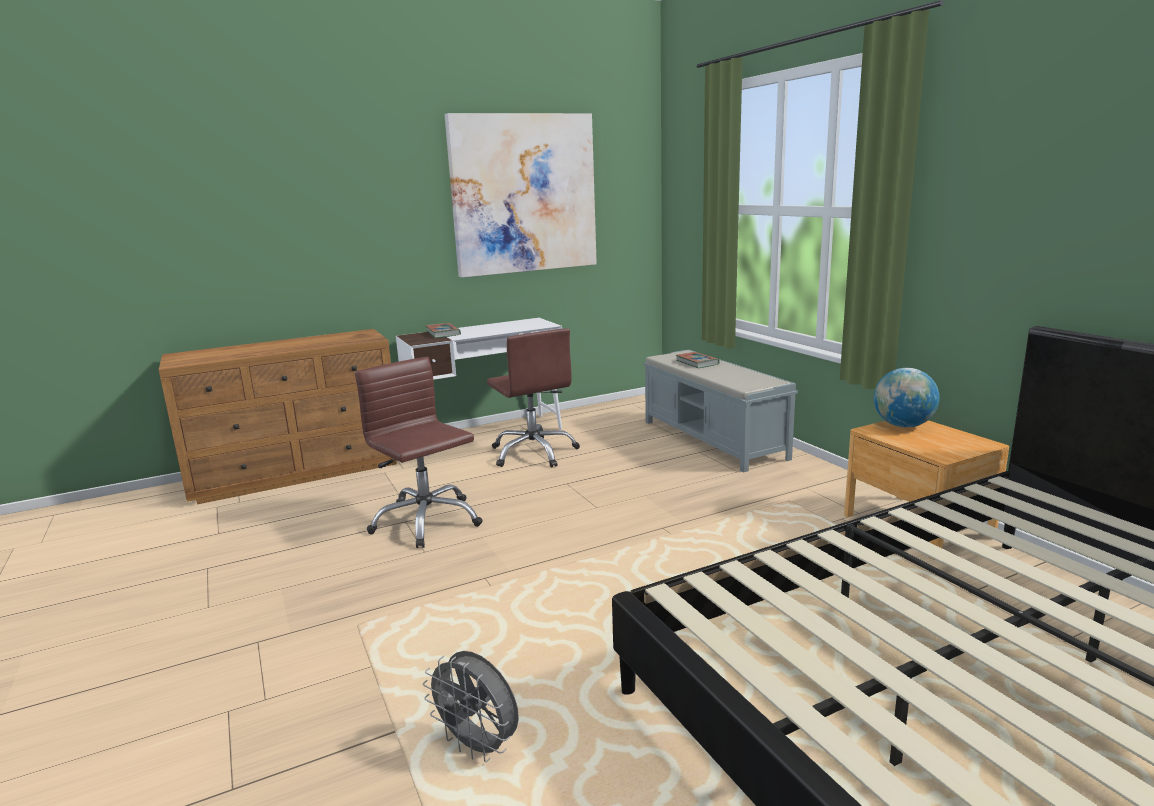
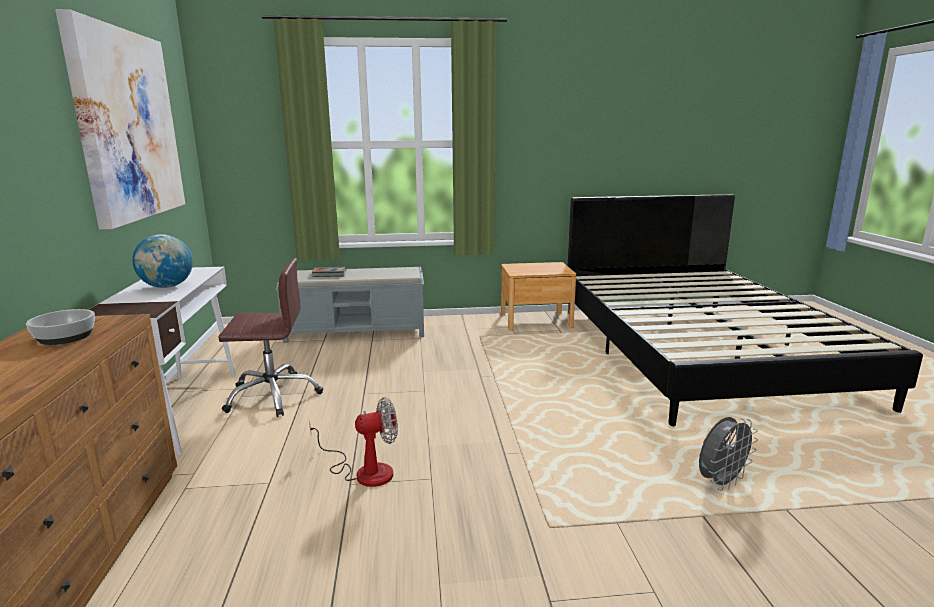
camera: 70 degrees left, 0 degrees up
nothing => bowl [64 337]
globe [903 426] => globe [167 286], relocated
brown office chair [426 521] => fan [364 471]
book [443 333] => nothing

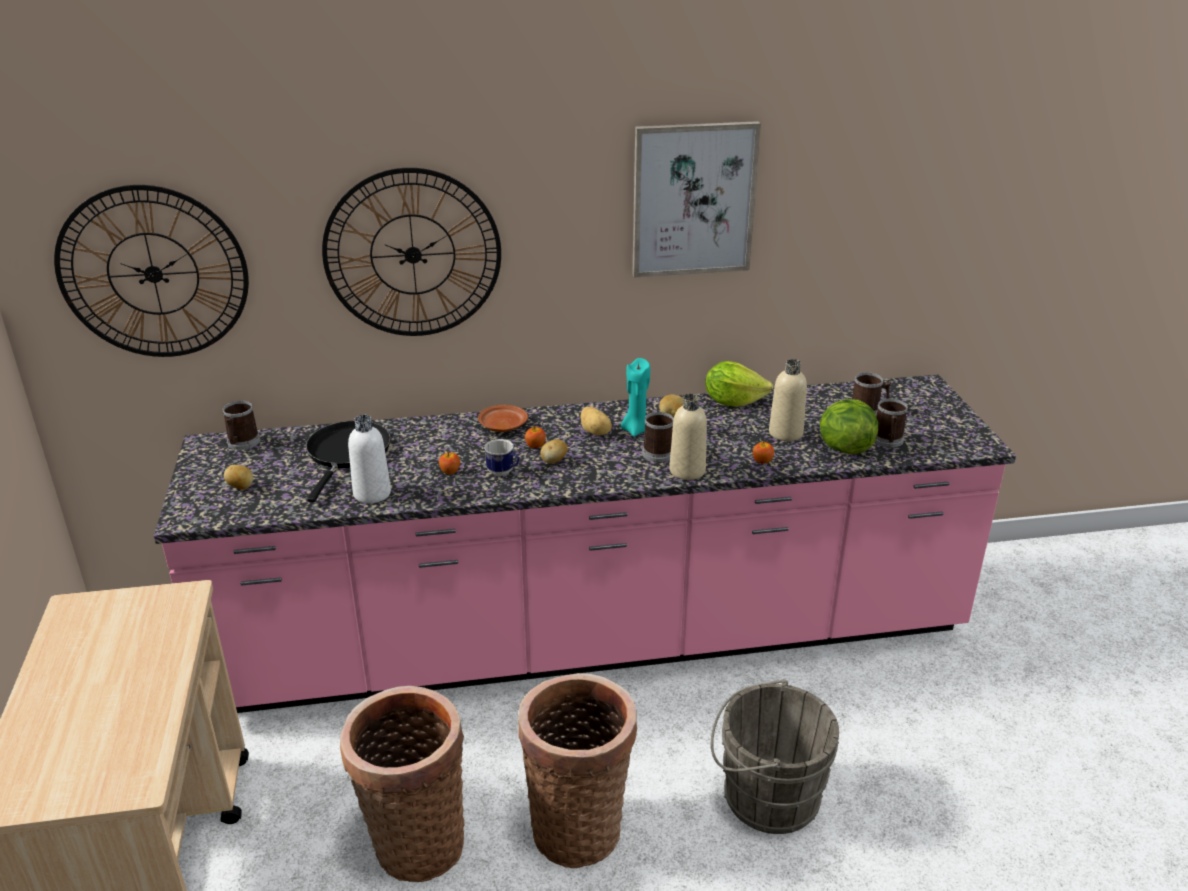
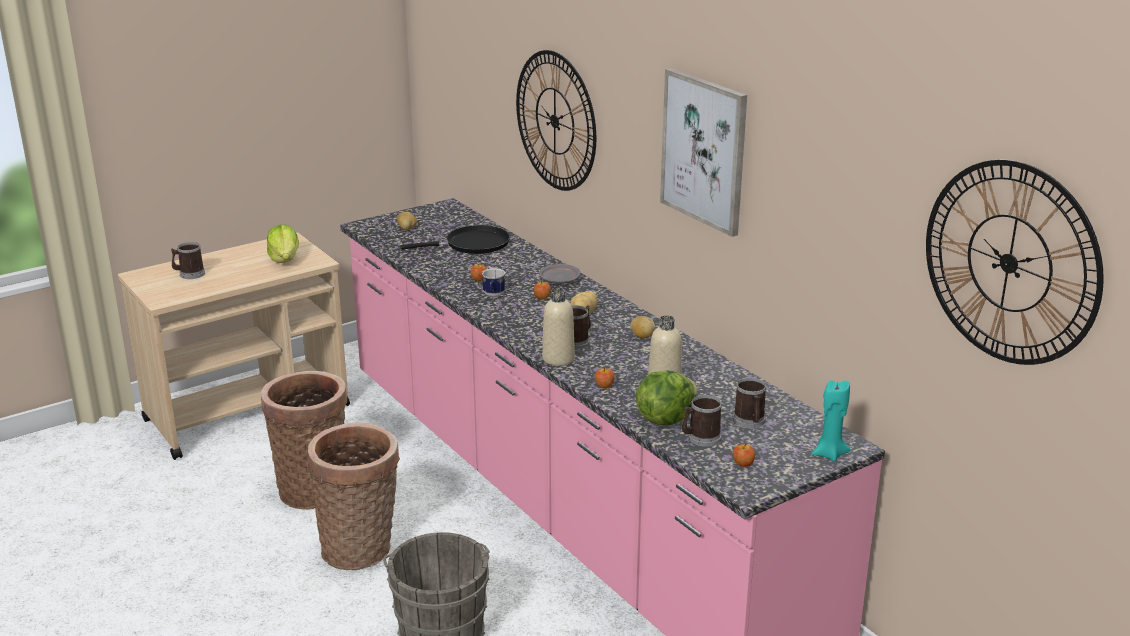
camera: 65 degrees right, 5 degrees down
tea mug [242 443] => tea mug [189 274], relocated
lettuce [733 401] => lettuce [285 259], relocated
brown flat dish [502 426] => grey flat dish [559 280]
nothing => apple [743 464]
turquoise candle [635 430] => turquoise candle [829 454], relocated
clock on the wall [153 273] => clock on the wall [1009 263], relocated
white drink bottle [372 493] => nothing
spud [553 461] => nothing

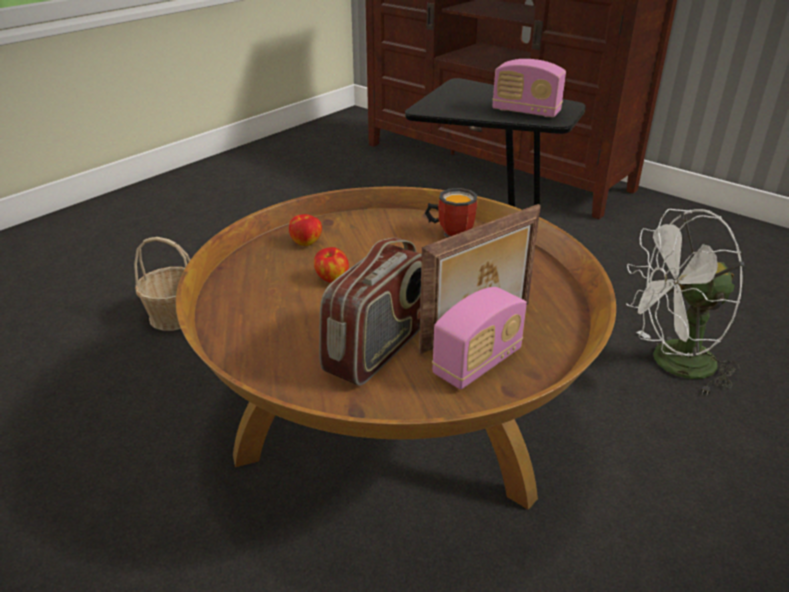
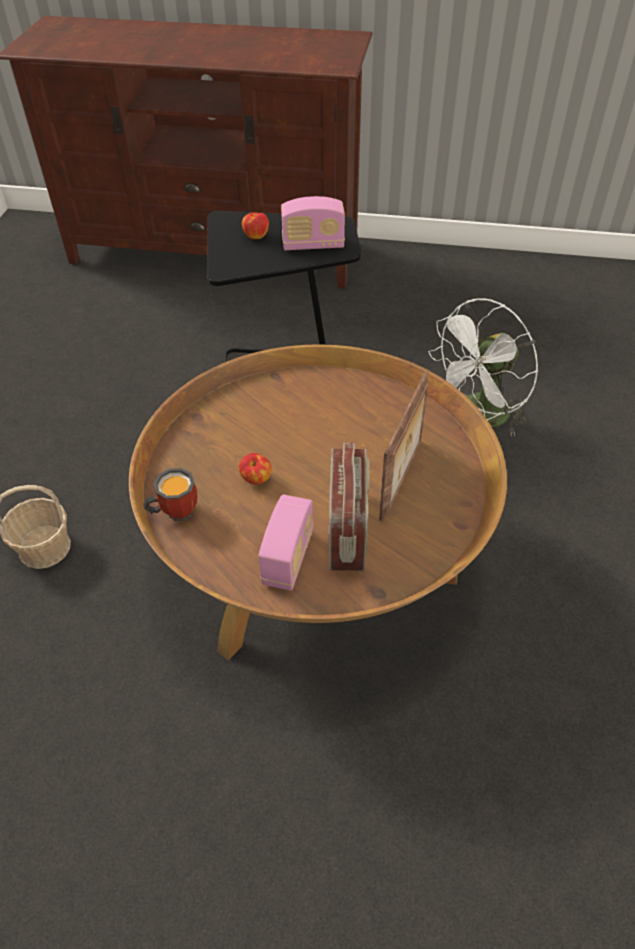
camera: 30 degrees left, 15 degrees up
tea mug [451 232] => tea mug [174 511], relocated
apple [306 242] => apple [256 236], relocated
radio [477 363] => radio [288 558], relocated

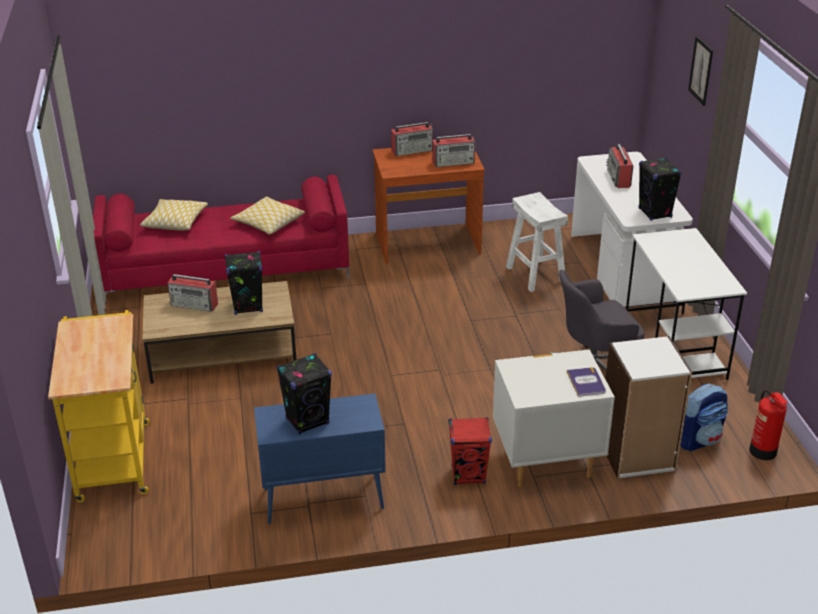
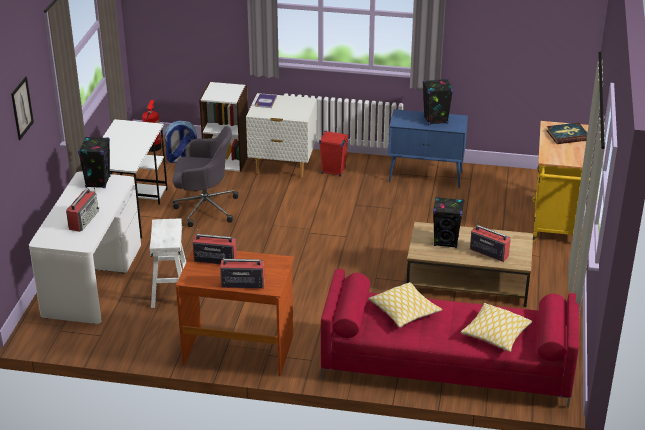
camera: 160 degrees left, 0 degrees up
nothing => book [567 135]

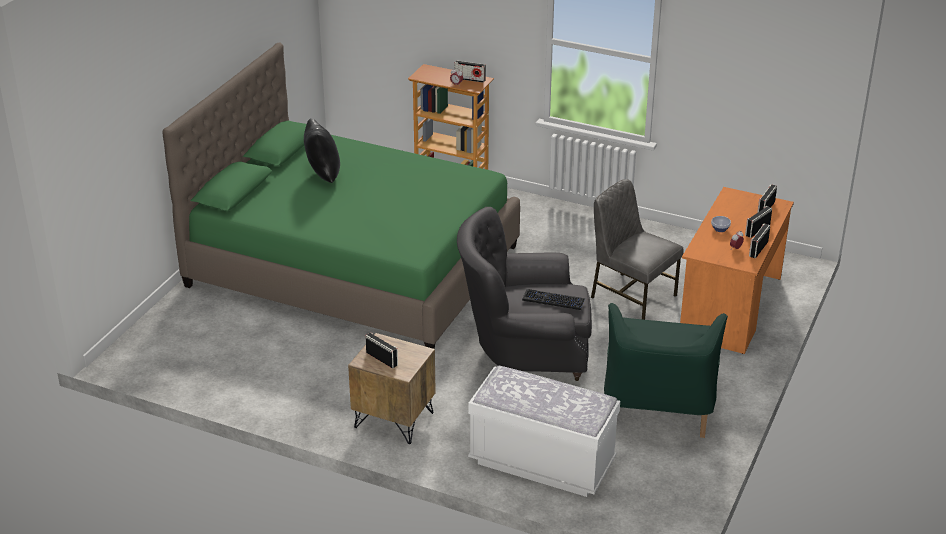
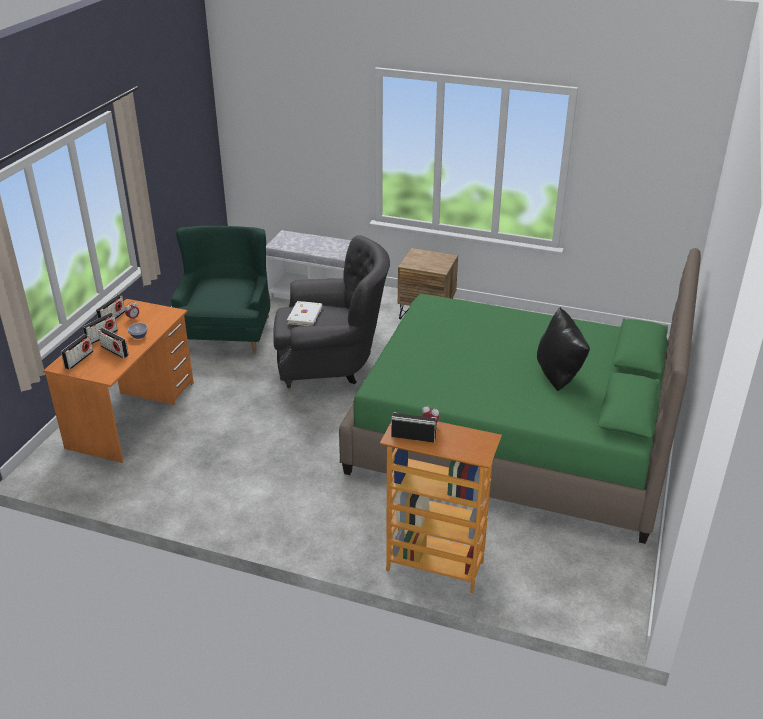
camera: 175 degrees right, 0 degrees up
radio [382 359] => radio [114 351], relocated
computer keyboard [553 300] => white book [306 315]
grey chair [632 296] => nothing

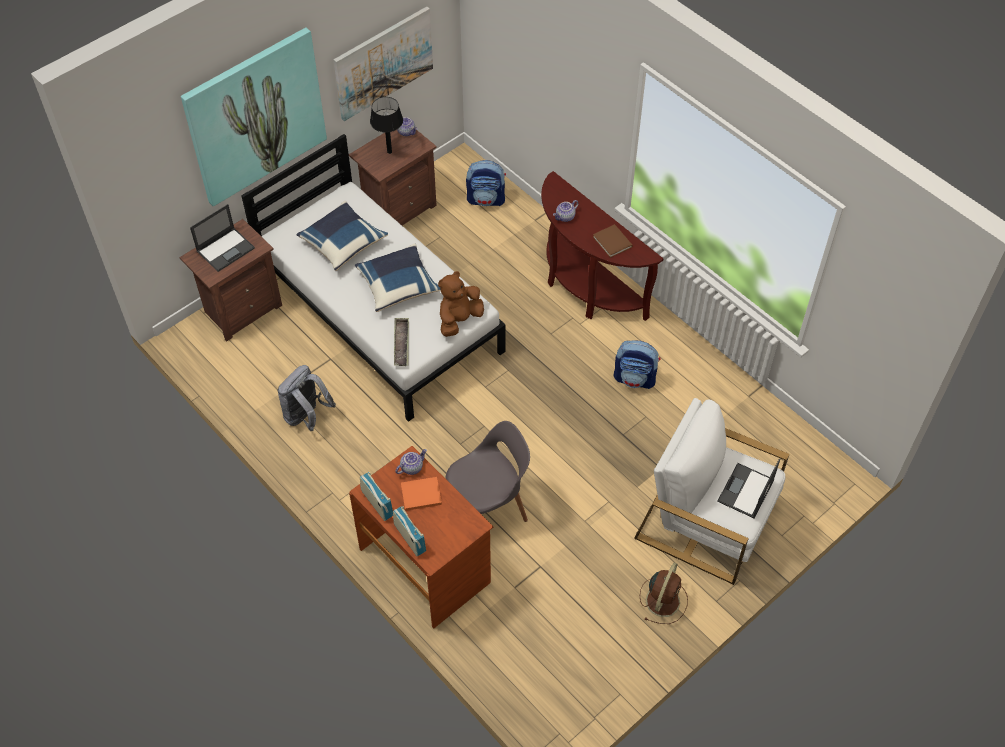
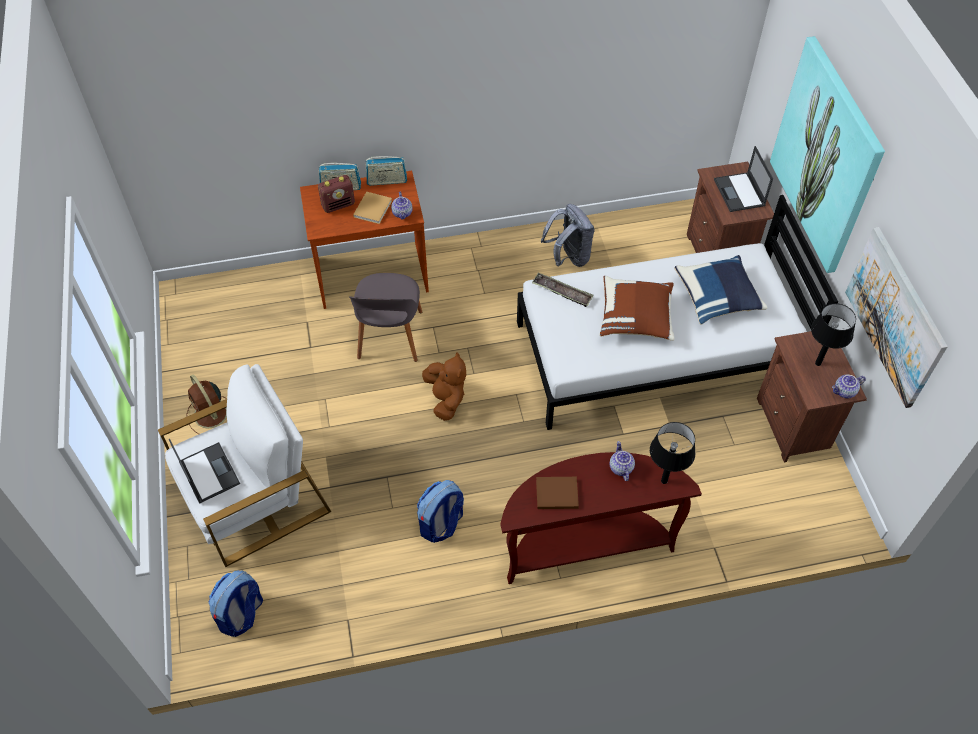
camera: 120 degrees right, 0 degrees up
backpack [486 199] => backpack [241 615], relocated
nothing => radio [338 205]
orange book [420 495] => sand-coloured book [373 208]
brown cuddly toy [459 320] => brown cuddly toy [446 399], relocated
blue-coloured throw pillow [398 286] => brown throw pillow [636 318]
nothing => blackish tabletop lamp [664 481]

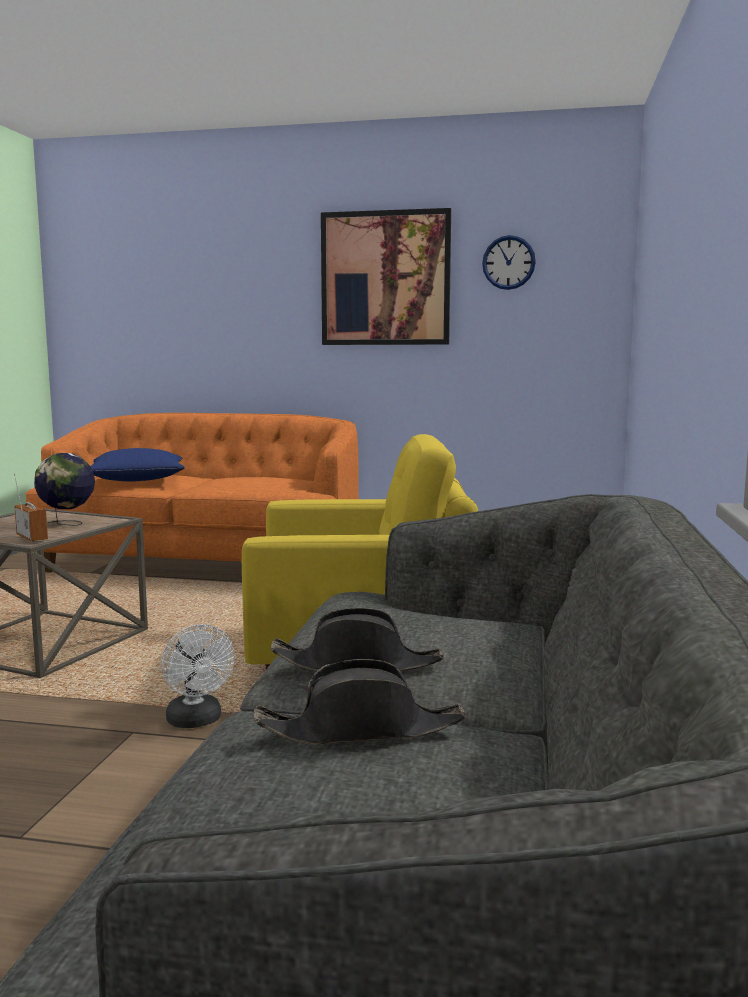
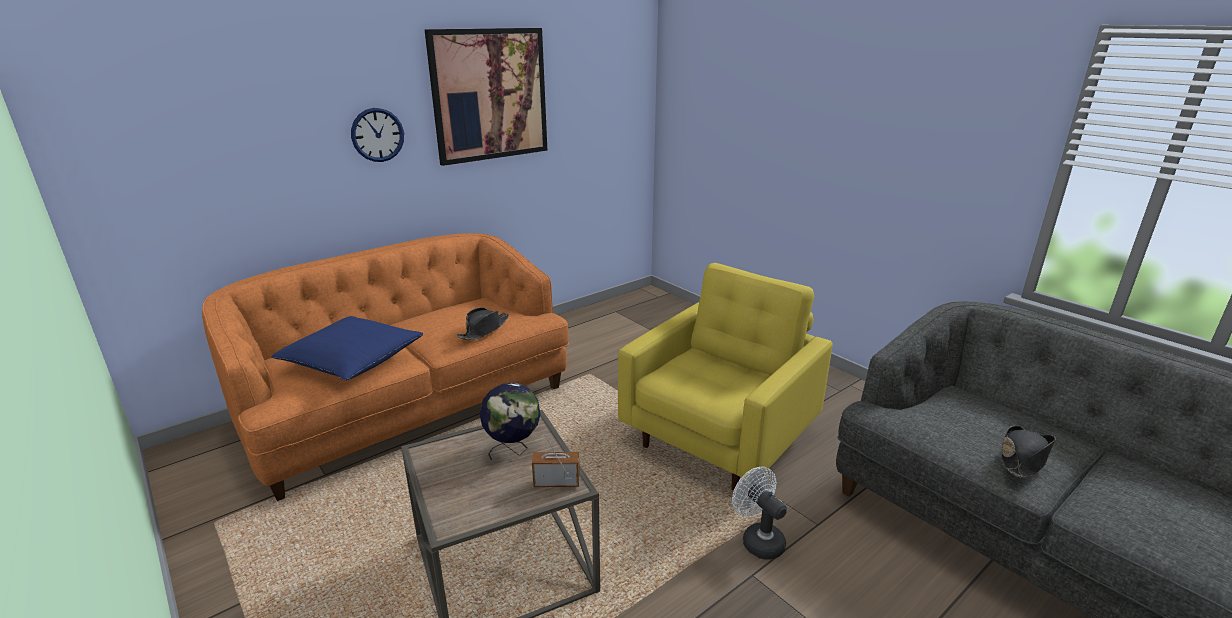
camera: 50 degrees left, 15 degrees up
clock on the wall [508 262] => clock on the wall [377 135], relocated
blackish hat [362 729] => blackish hat [484 330], relocated
white fan [197 721] => white fan [758 539], 135 degrees counterclockwise

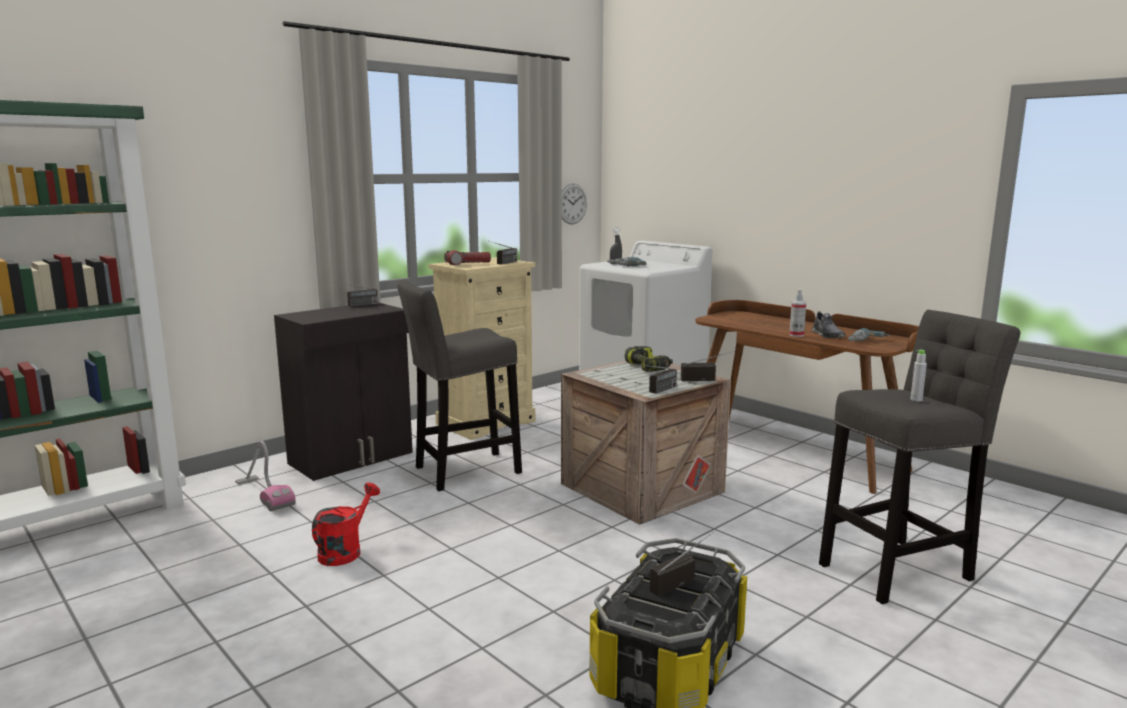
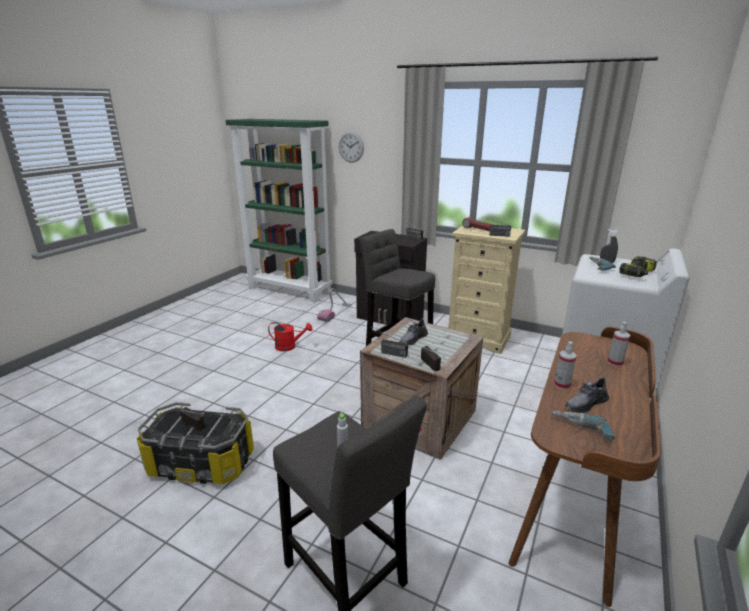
camera: 70 degrees right, 10 degrees up
clock on the wall [572 204] => clock on the wall [351 147], relocated
nothing => grey item of footwear [413 339]
nothing => spray bottle [615 363]
electric drill [648 367] => electric drill [637 273], relocated

